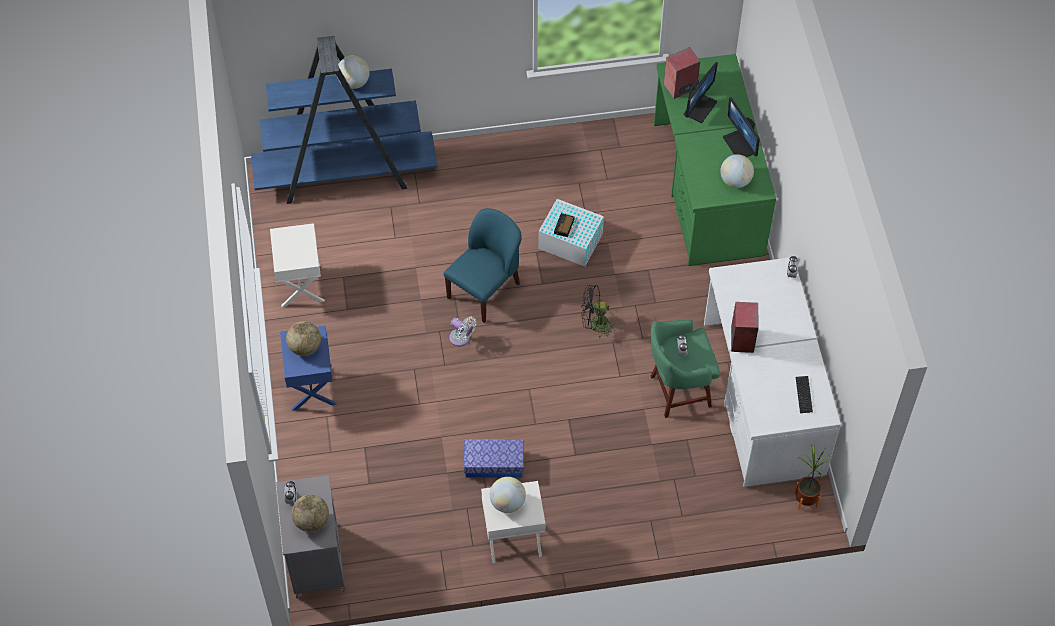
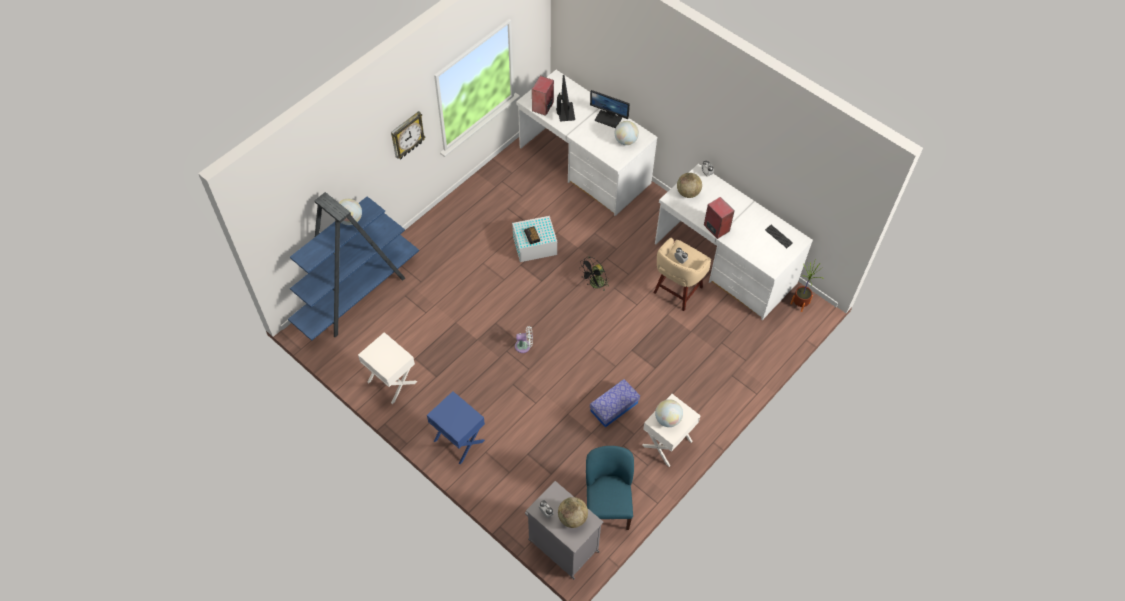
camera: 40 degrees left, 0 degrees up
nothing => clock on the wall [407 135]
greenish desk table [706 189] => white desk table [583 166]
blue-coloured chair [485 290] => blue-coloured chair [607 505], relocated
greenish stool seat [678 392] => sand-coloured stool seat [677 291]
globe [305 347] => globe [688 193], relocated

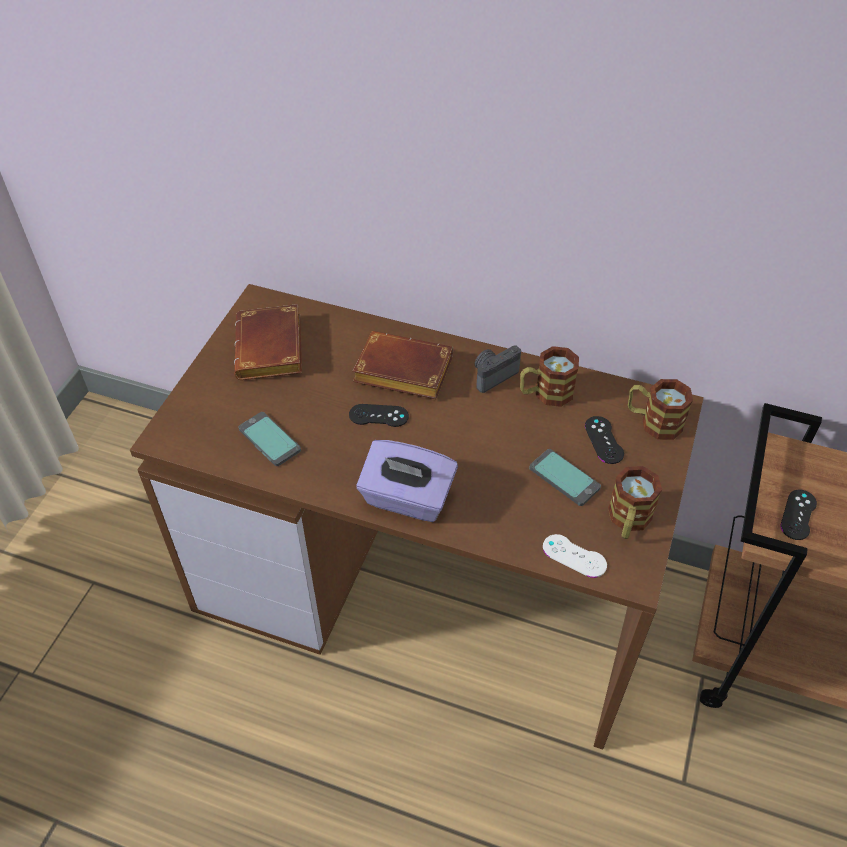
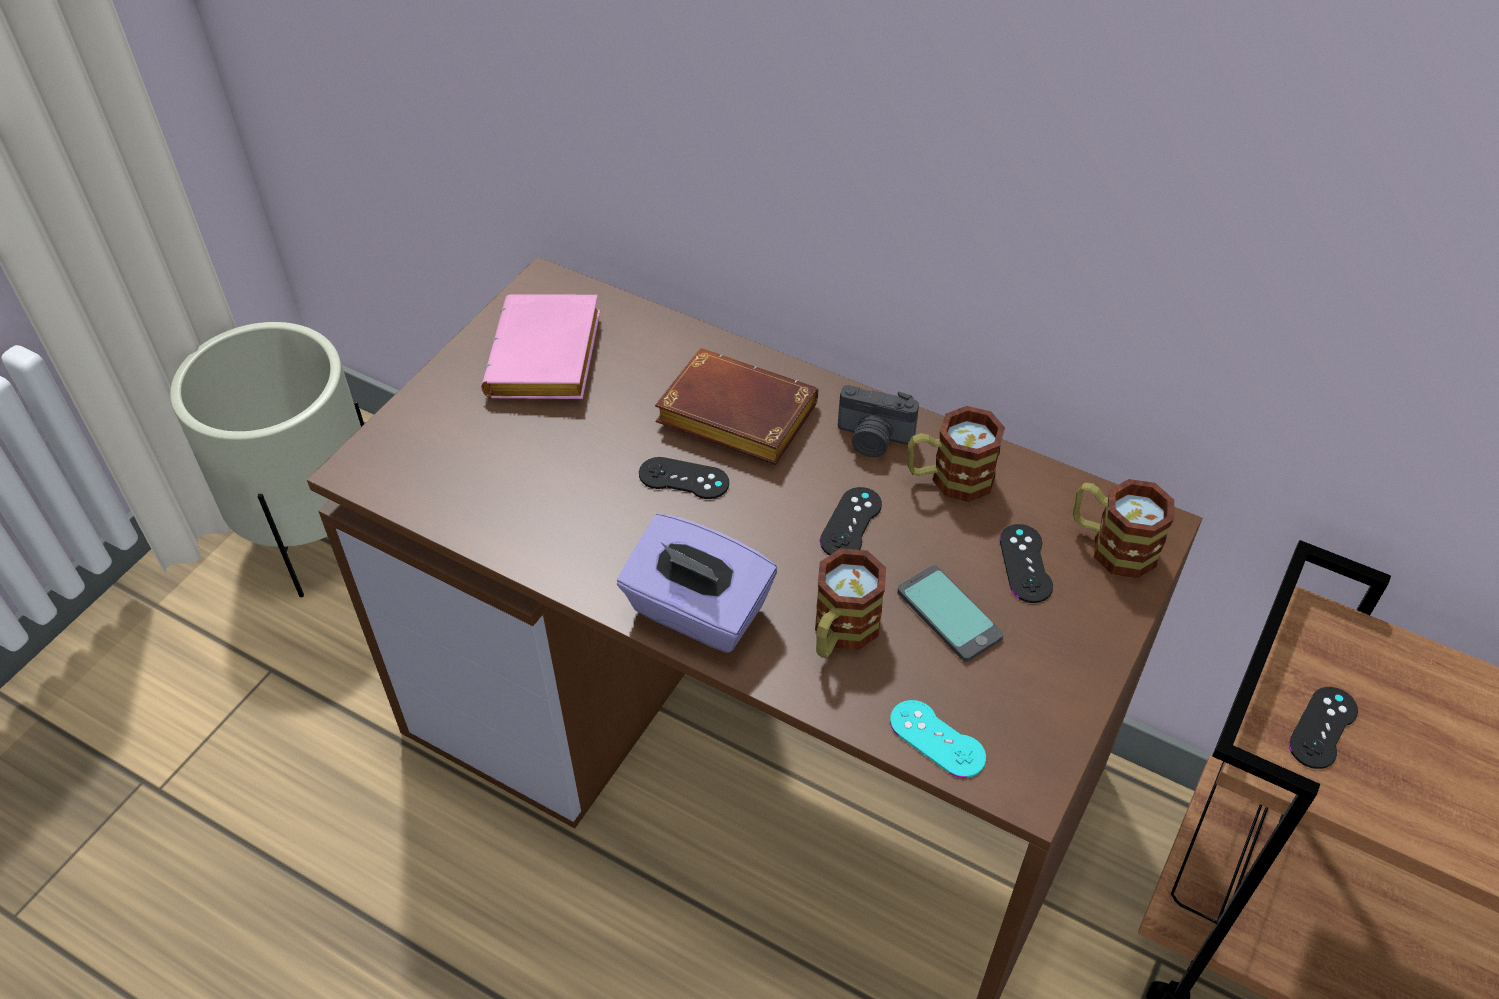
camera: 10 degrees right, 0 degrees up
nothing => sand-coloured planter [316 534]
brown book [272 350] => pink-coloured book [548 360]
tea mug [628 521] => tea mug [840 633], relocated
nothing => blackish game controller [851 523]
still camera [493 375] => still camera [873 439], 135 degrees counterclockwise
white game controller [574 556] => turquoise game controller [937 739]
telephone [269 440] => nothing

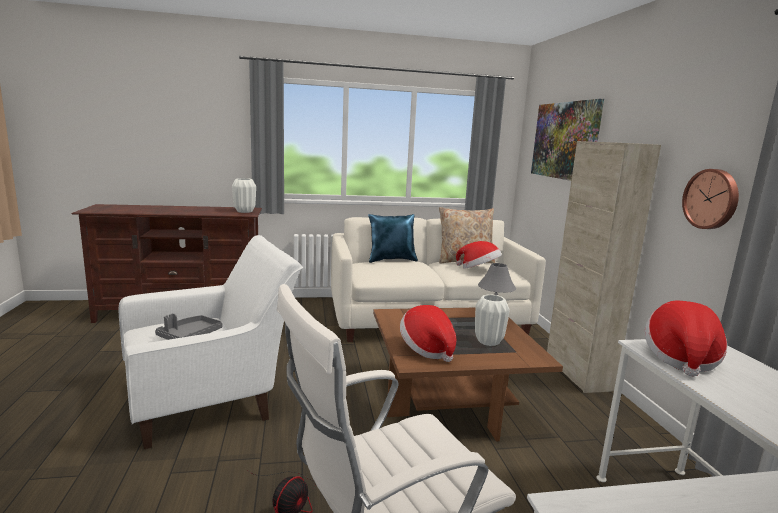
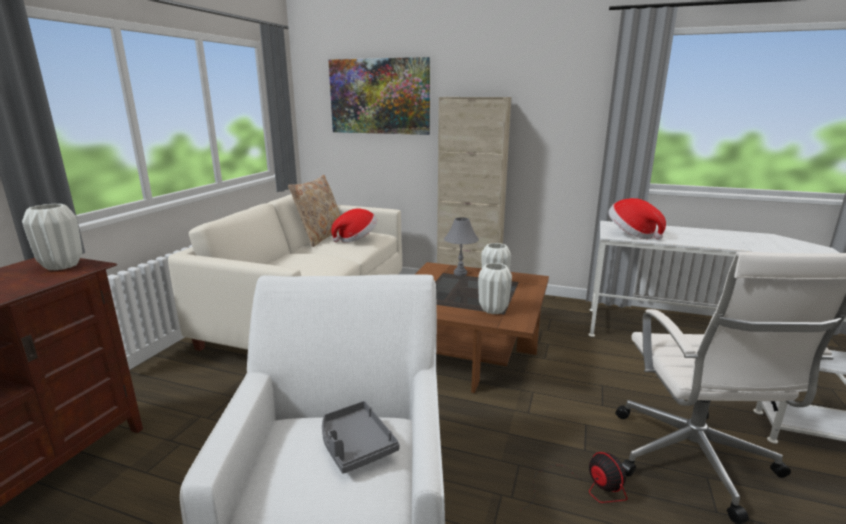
camera: 60 degrees left, 5 degrees up
hat [427 349] => white flower vase [493 310]
blue-coloured throw pillow [391 260] => nothing
clock on the wall [712 199] => nothing

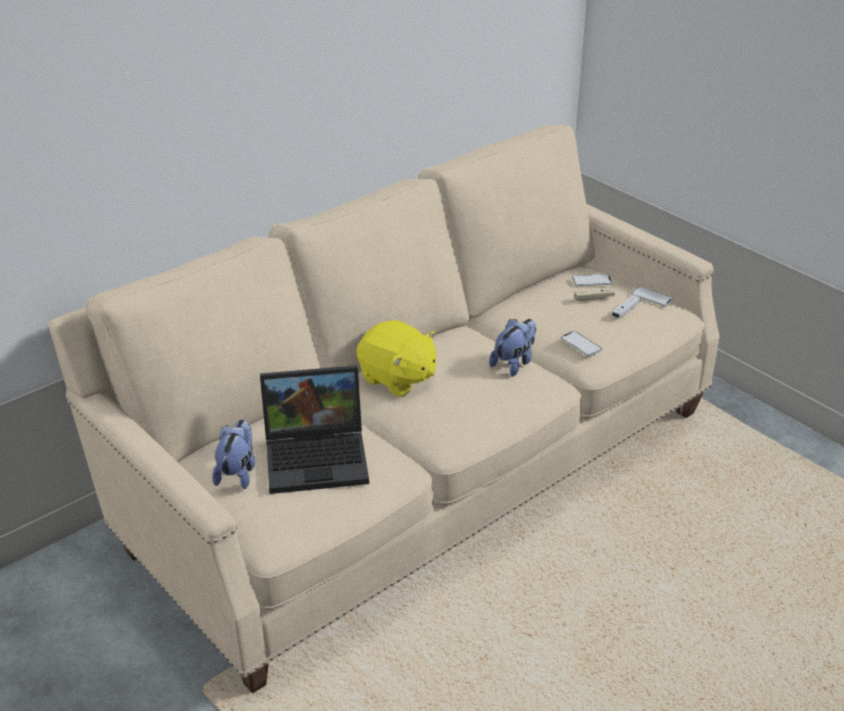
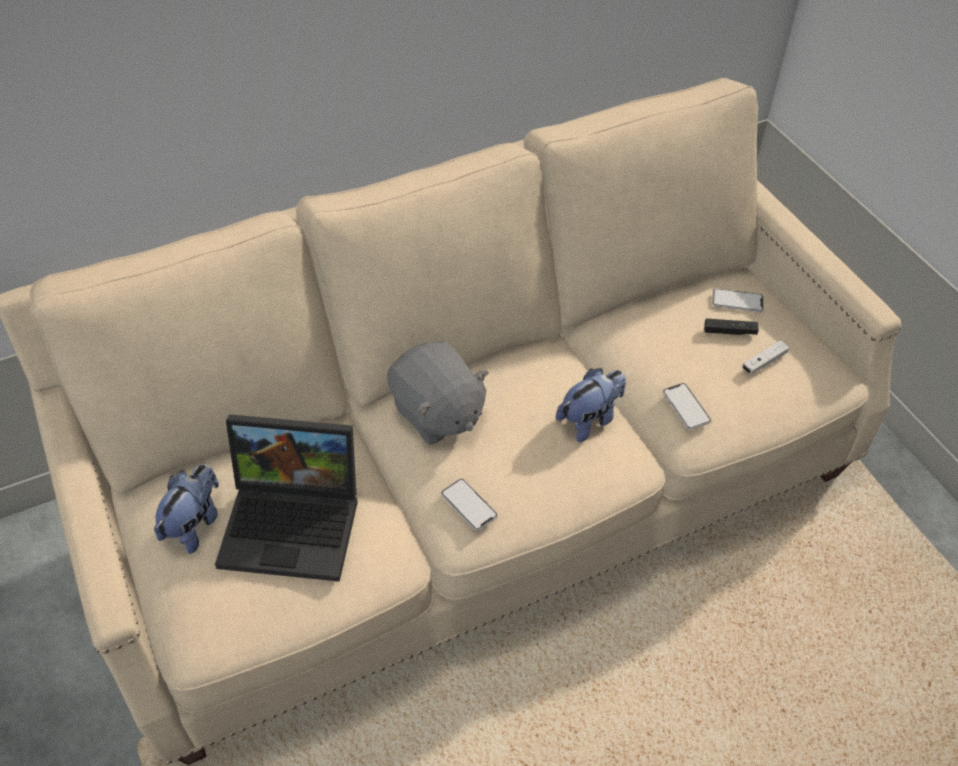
camera: 15 degrees right, 15 degrees up
yellowish cuddly toy [397 378] => grey cuddly toy [437 413]
telephone [651 297] => telephone [469 505], relocated
sand-coloured game controller [594 298] => blackish game controller [729 331]

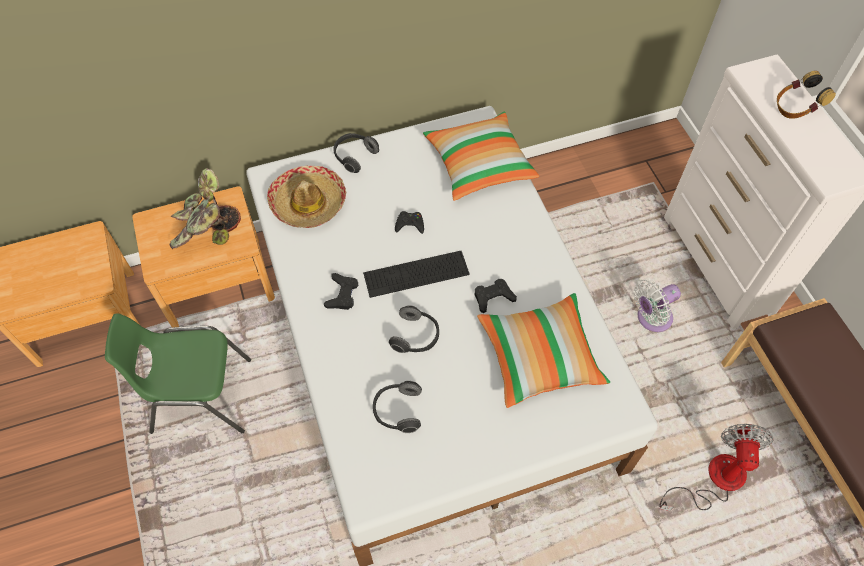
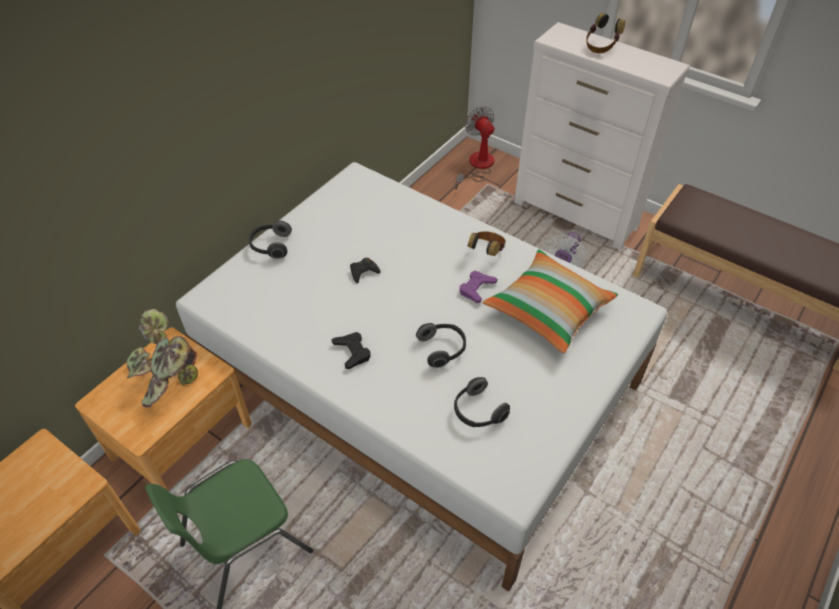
camera: 35 degrees left, 10 degrees down
fan [714 479] => fan [477 166], relocated
blackish game controller [493 297] => purple-coloured game controller [476 289]
nothing => headset [487 252]
hat [308 203] => nothing
computer keyboard [416 274] => nothing
throw pillow [479 165] => nothing

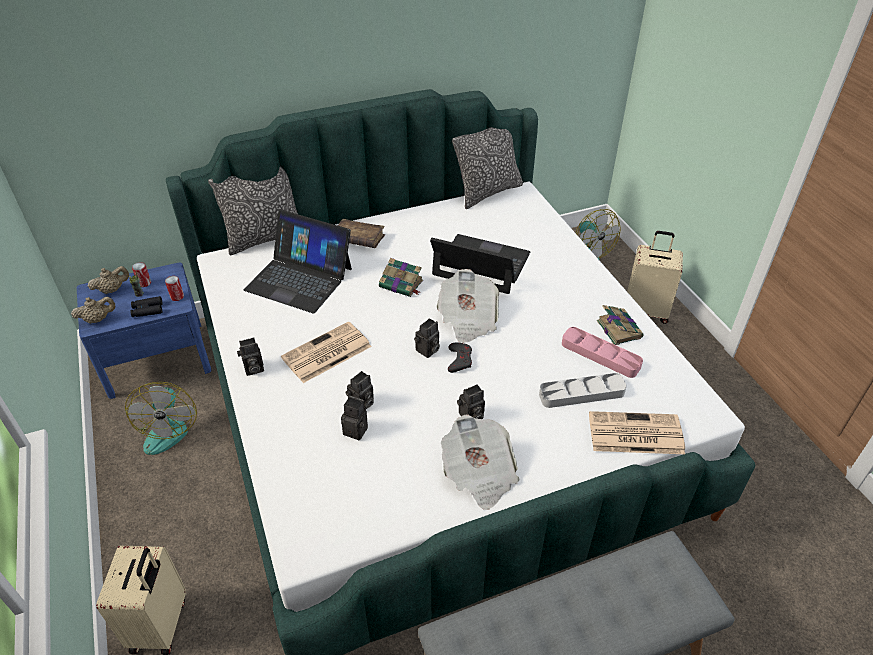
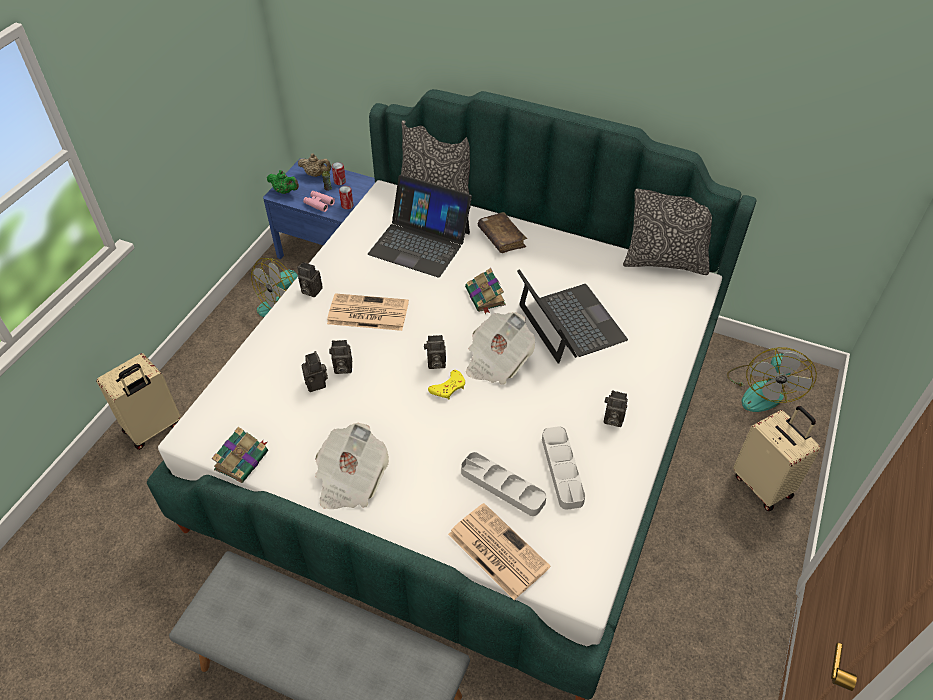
camera: 45 degrees right, 5 degrees up
book [618 328] => book [242 459], relocated
sand-coloured tea pot [98 319] => greenish tea pot [285 191]
blackish binoculars [147 310] => pink-coloured binoculars [319 204]
laptop [299 278] => laptop [420 243], 45 degrees counterclockwise
grey game controller [459 360] => yellowish game controller [448 387]
pink-coloured tray [600 355] => grey tray [562 470]
still camera [470 417] => still camera [612 419], relocated

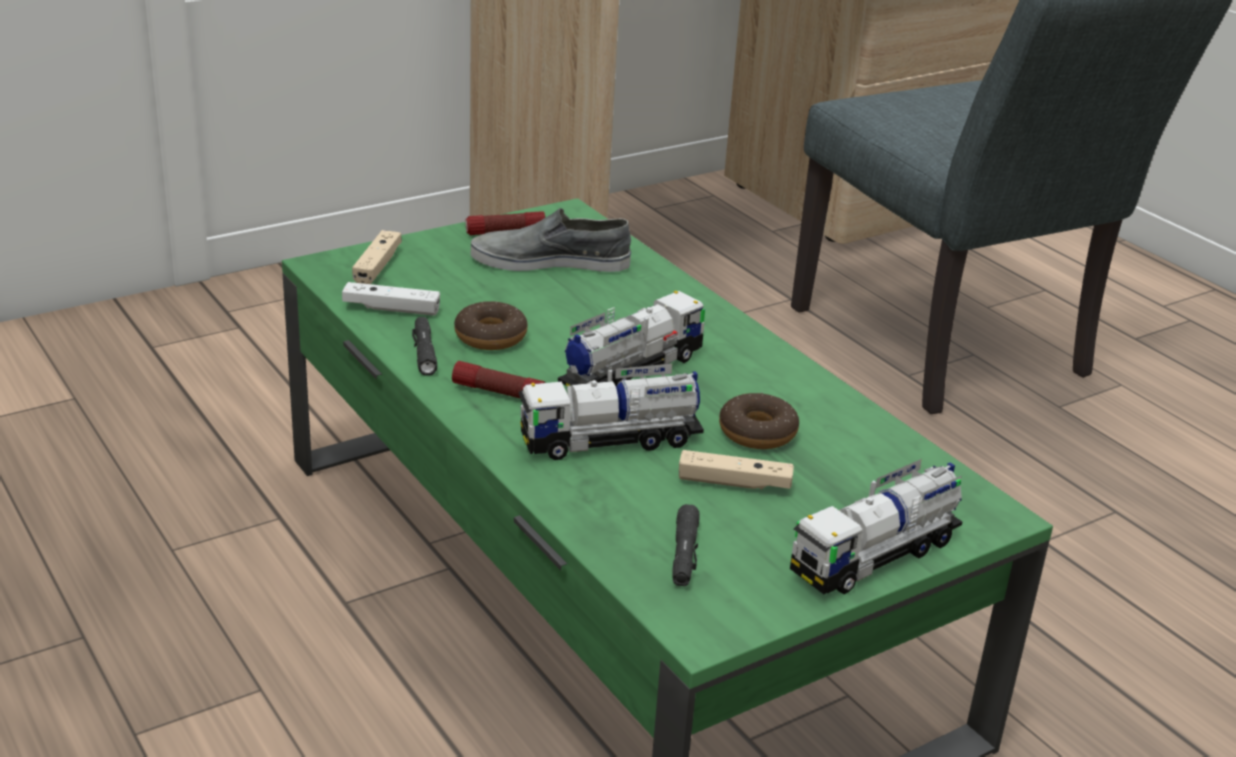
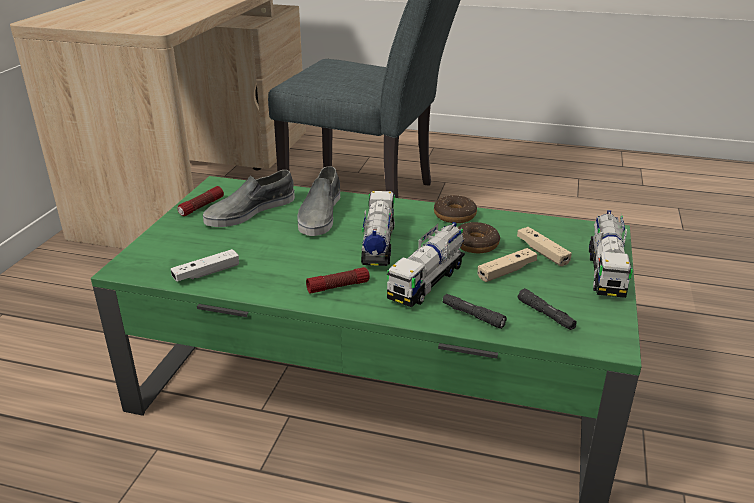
camera: 40 degrees left, 0 degrees up
nothing => grey item of footwear [320 214]
ring doughnut [490 336] => ring doughnut [454 215], relocated
blackish flashlight [424 352] => blackish flashlight [472 315], relocated
sand-coloured game controller [377 266] => sand-coloured game controller [542 252], relocated

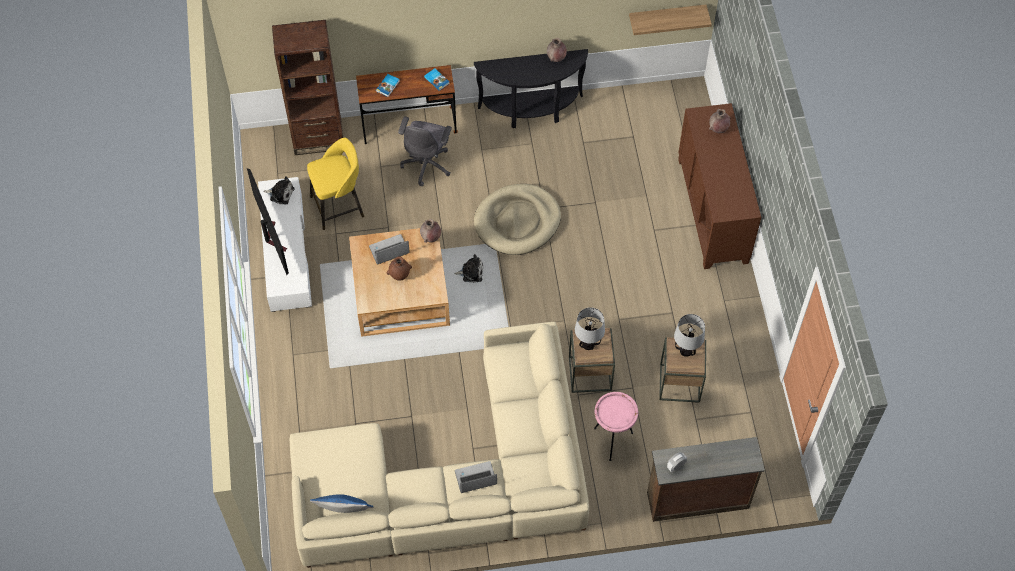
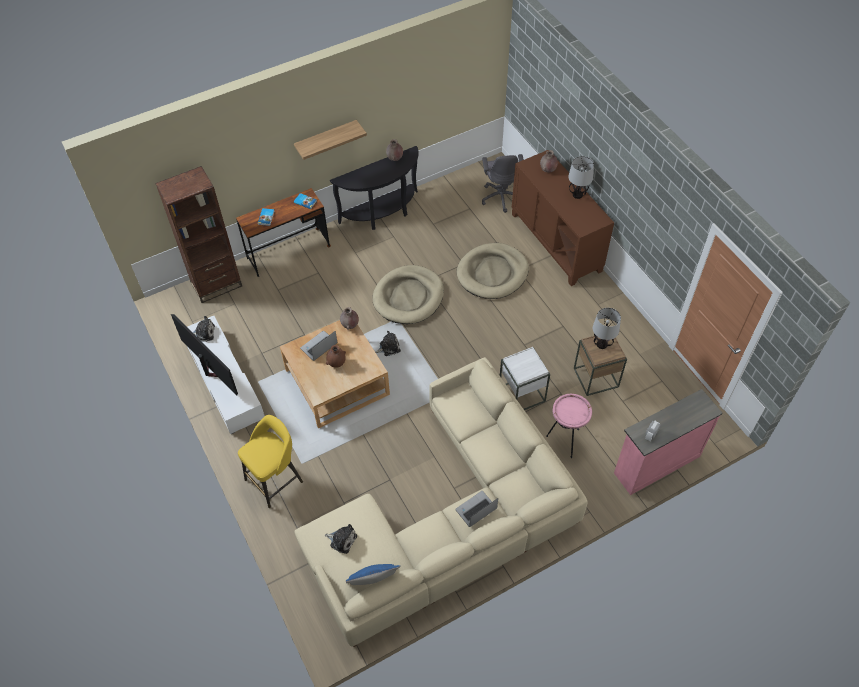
camera: 20 degrees left, 5 degrees down
yellowish stool seat [339 206] => yellowish stool seat [275 479], relocated
shelf [666 16] => shelf [326 139], relocated
nothing => cuddly toy [342 540]
nothing => sand-coloured pet bed [492 273]
grey office chair [427 164] => grey office chair [501 197], relocated
brown side table [589 374] => white side table [521 394]
tabletop lamp [588 344] => tabletop lamp [577 194], relocated
brown chest of drawers [696 499] => pink-coloured chest of drawers [655 464]

